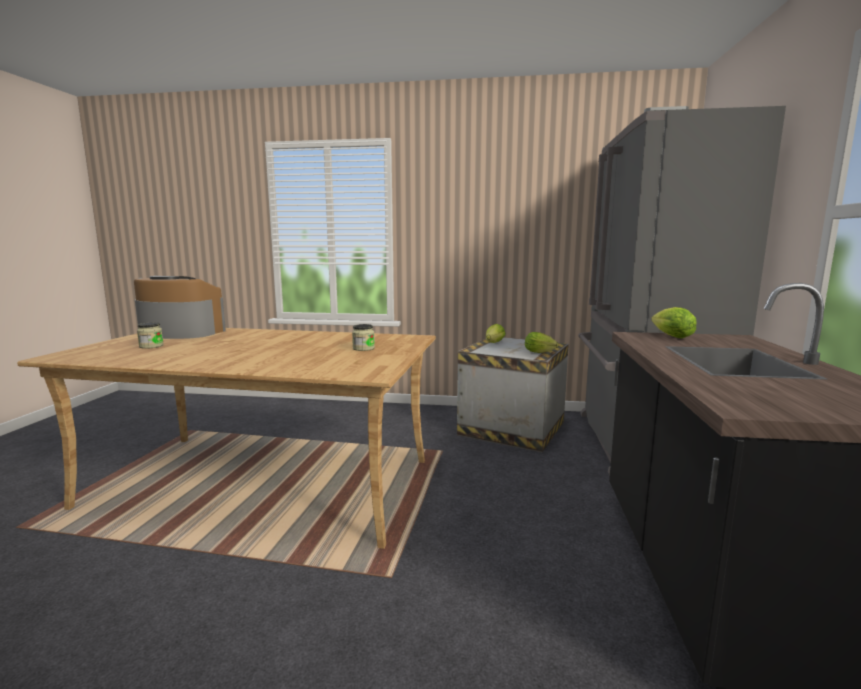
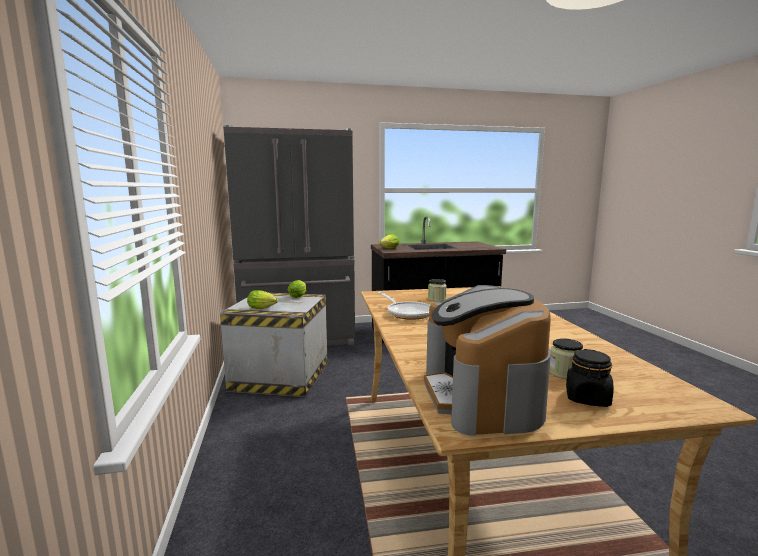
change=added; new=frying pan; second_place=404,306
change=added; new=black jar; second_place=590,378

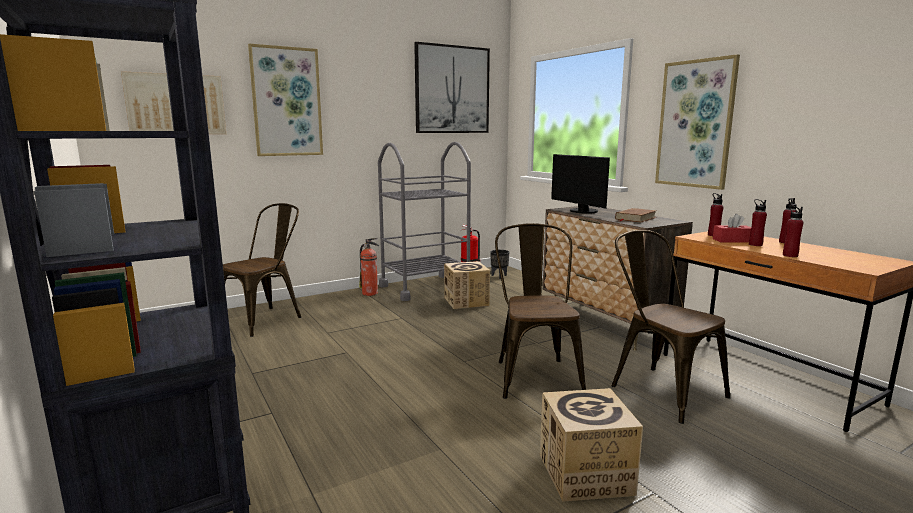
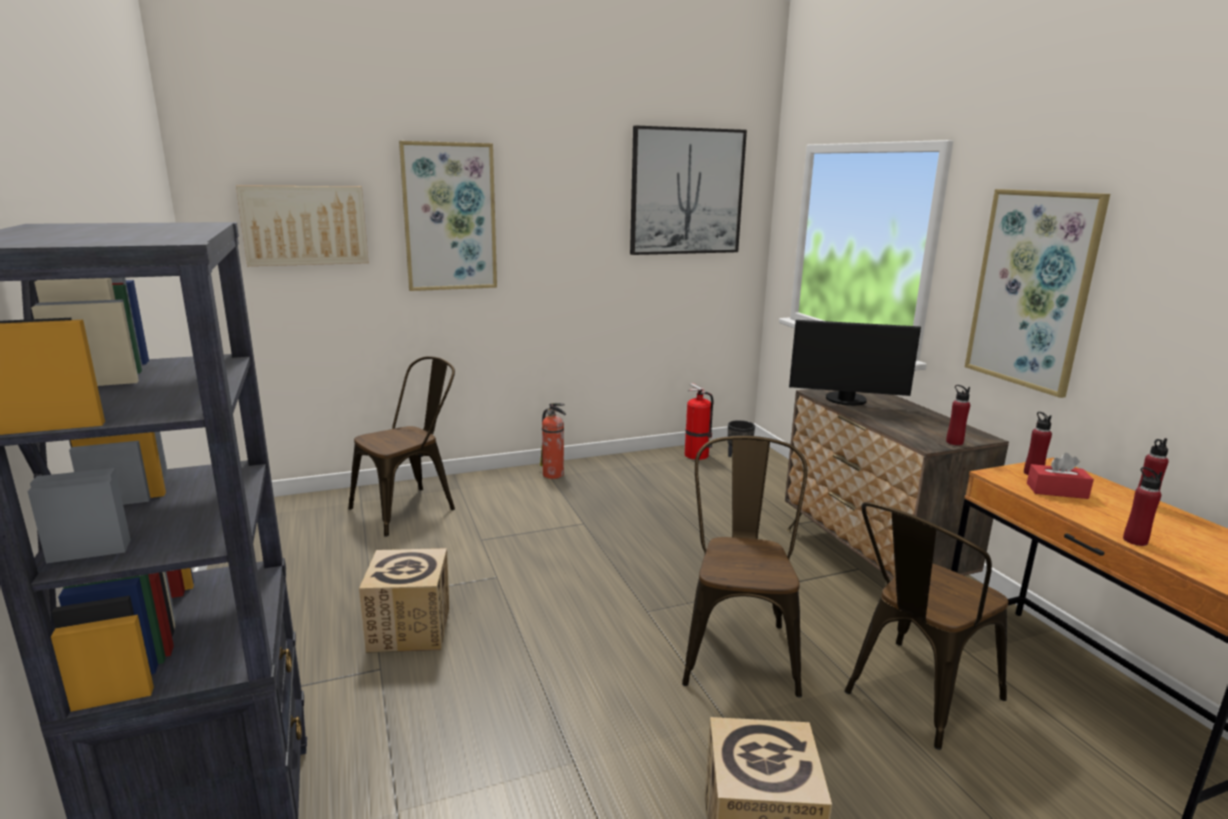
change=removed; old=grey cart; first_place=424,221
change=turned; old=monitor; first_place=580,184; second_place=855,363; degrees=-60
change=moved; old=red bottle; first_place=758,222; second_place=958,415
change=removed; old=brown book; first_place=636,215
change=turned; old=brown chair; first_place=671,327; second_place=926,626; degrees=-105
change=moved; old=cardboard box; first_place=467,285; second_place=404,600

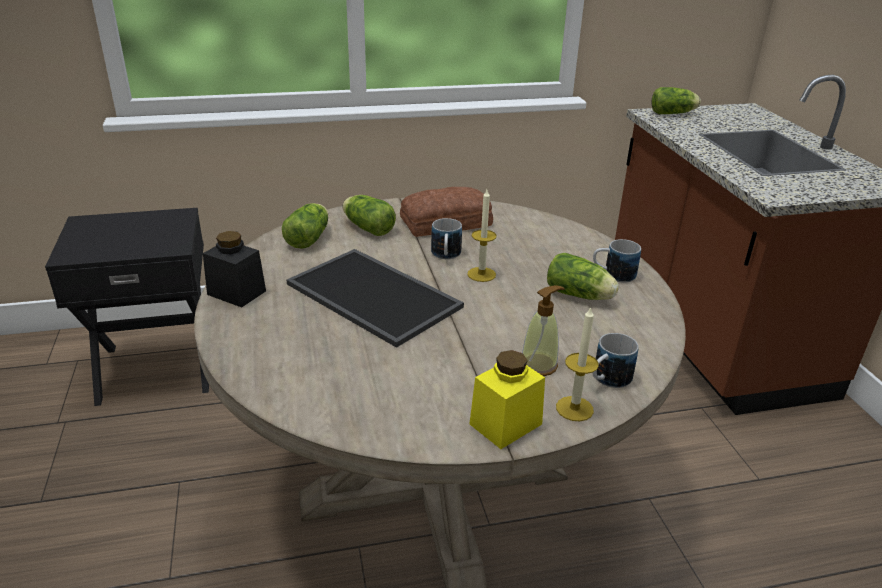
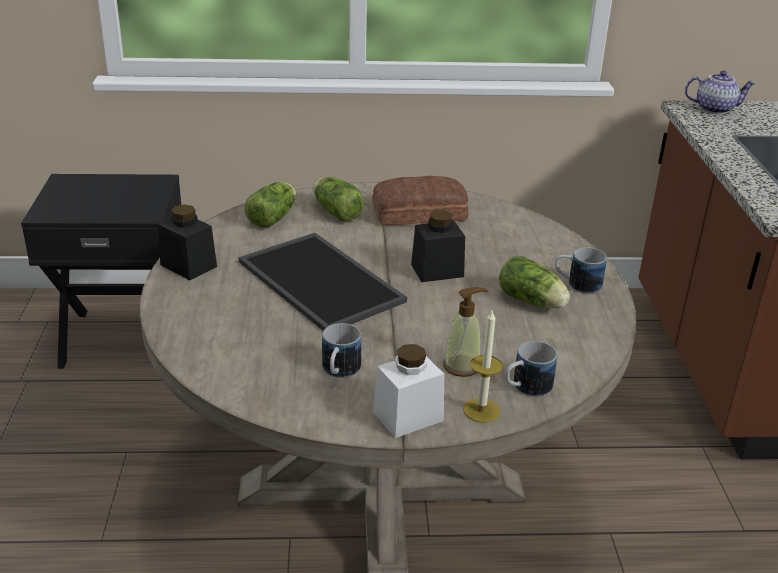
change=replaced; old=lettuce; new=teapot; first_place=676,100; second_place=720,92
change=replaced; old=candle; new=black jar; first_place=482,236; second_place=438,246
change=moved; old=mug; first_place=446,238; second_place=341,350
change=recoloured; old=yellow jar; new=white jar; first_place=507,399; second_place=408,391

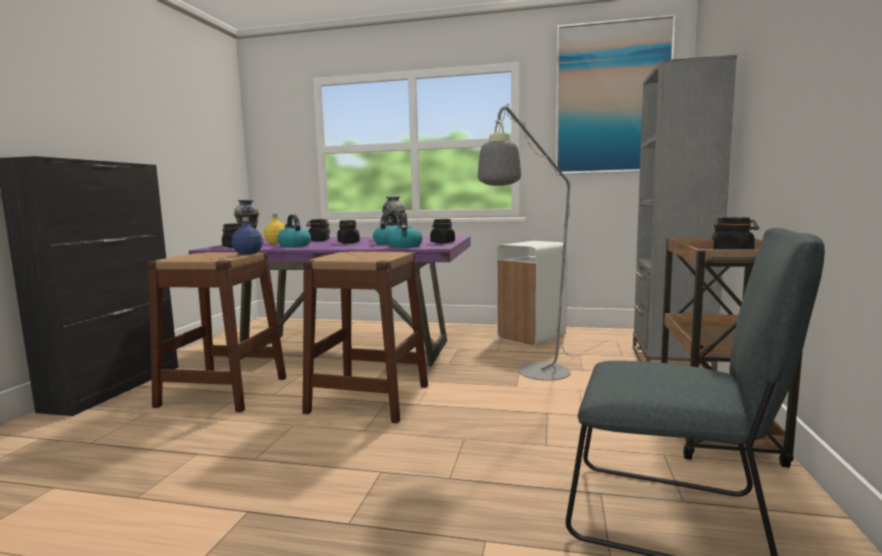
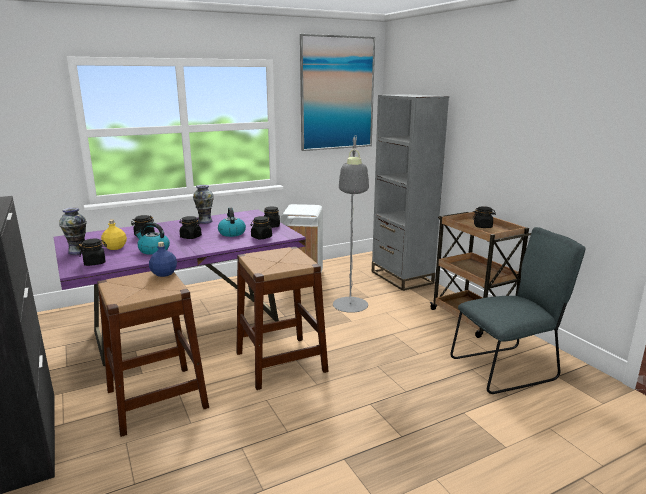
change=replaced; old=kettle; new=black jar; first_place=404,230; second_place=261,227

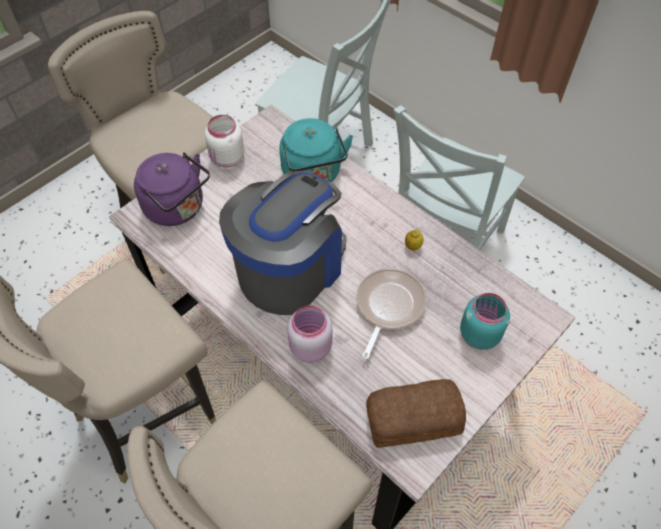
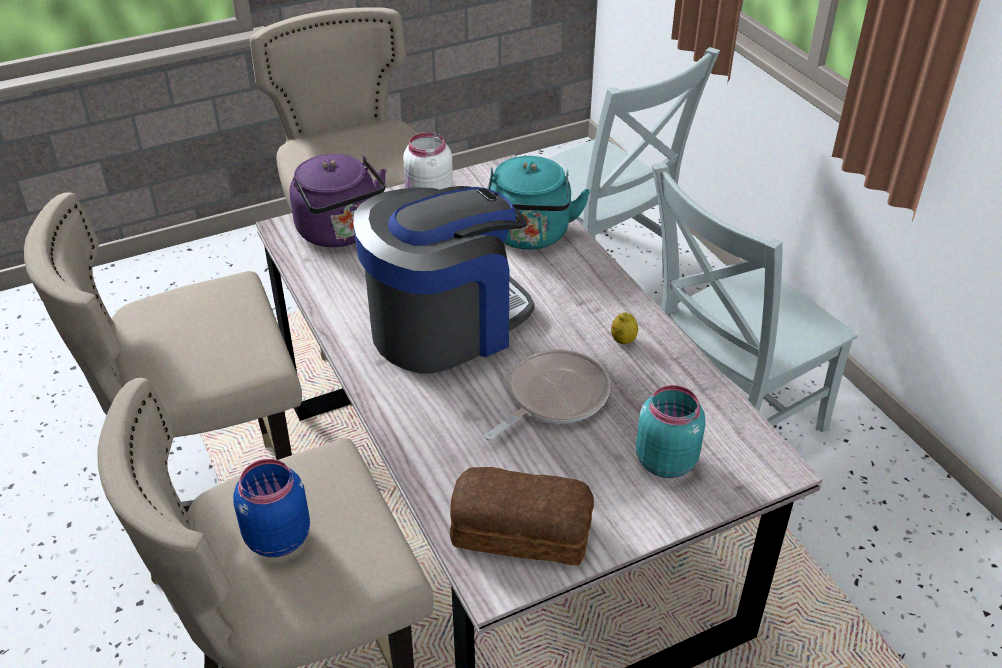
change=removed; old=pink jar; first_place=309,334
change=added; new=blue jar; second_place=271,508

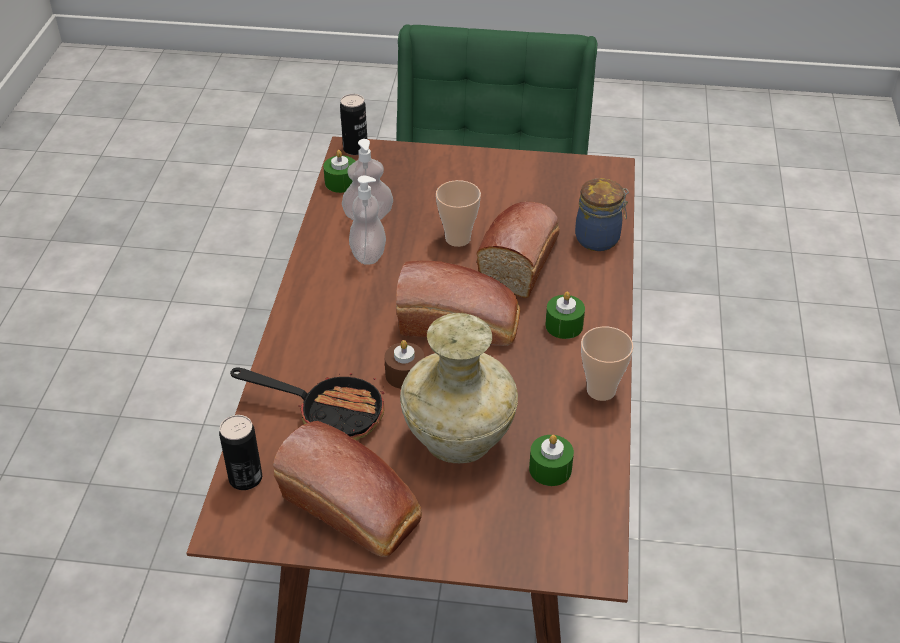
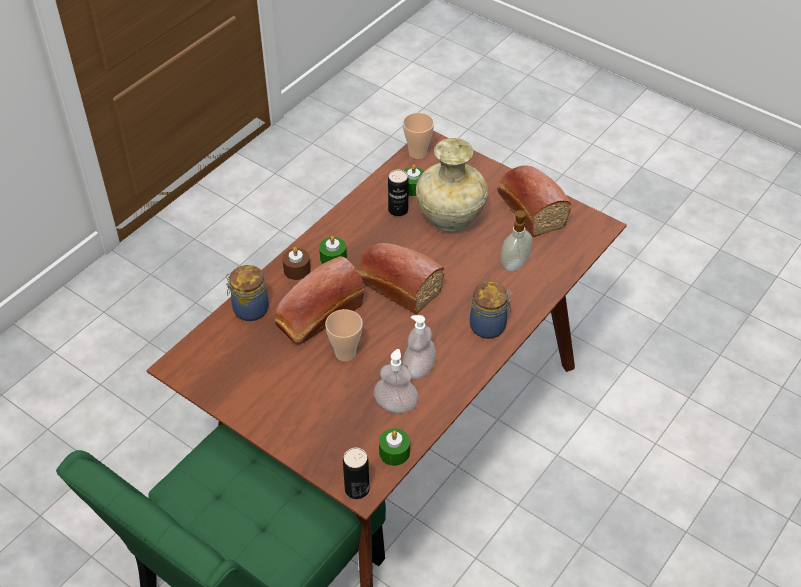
change=moved; old=cup; first_place=607,363; second_place=418,136
change=moved; old=brown candle; first_place=404,364; second_place=296,263
change=replaced; old=frying pan; new=soap dispenser; first_place=307,403; second_place=517,240
change=moved; old=can; first_place=240,452; second_place=398,193
change=added; new=jar; second_place=491,310

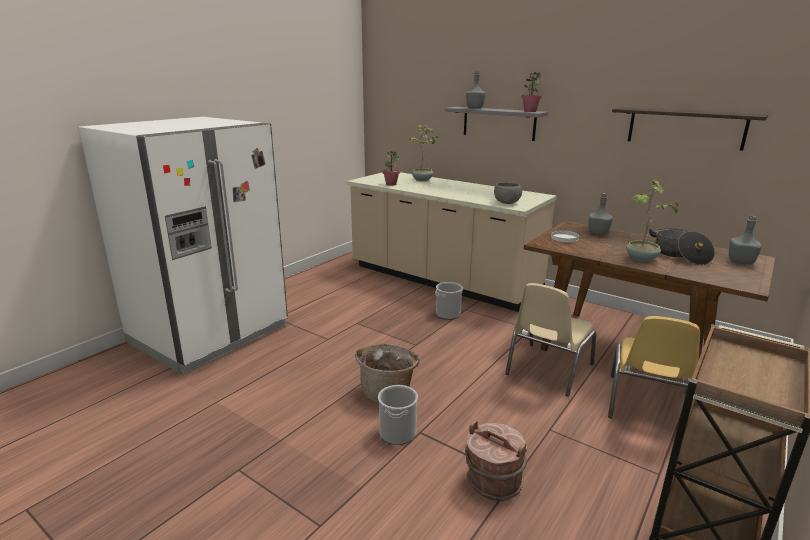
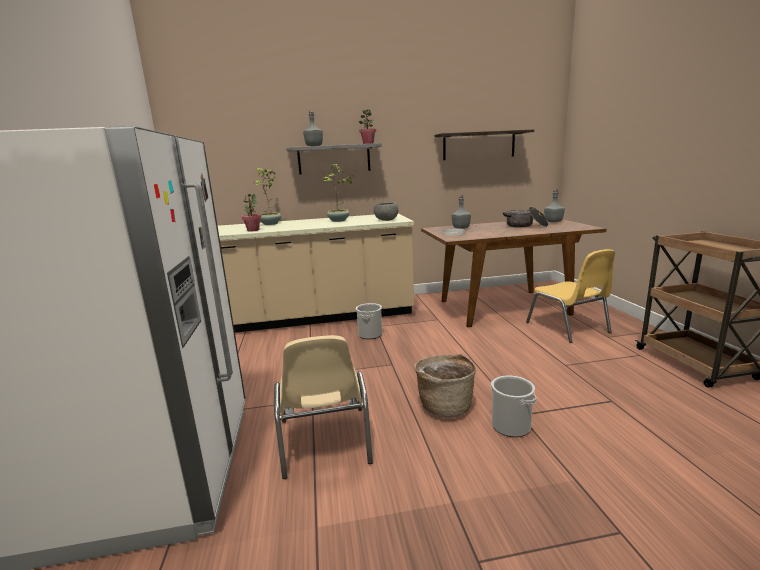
change=moved; old=potted plant; first_place=652,220; second_place=338,193
change=moved; old=beige chair; first_place=550,340; second_place=323,407
change=removed; old=brown bucket; first_place=496,460

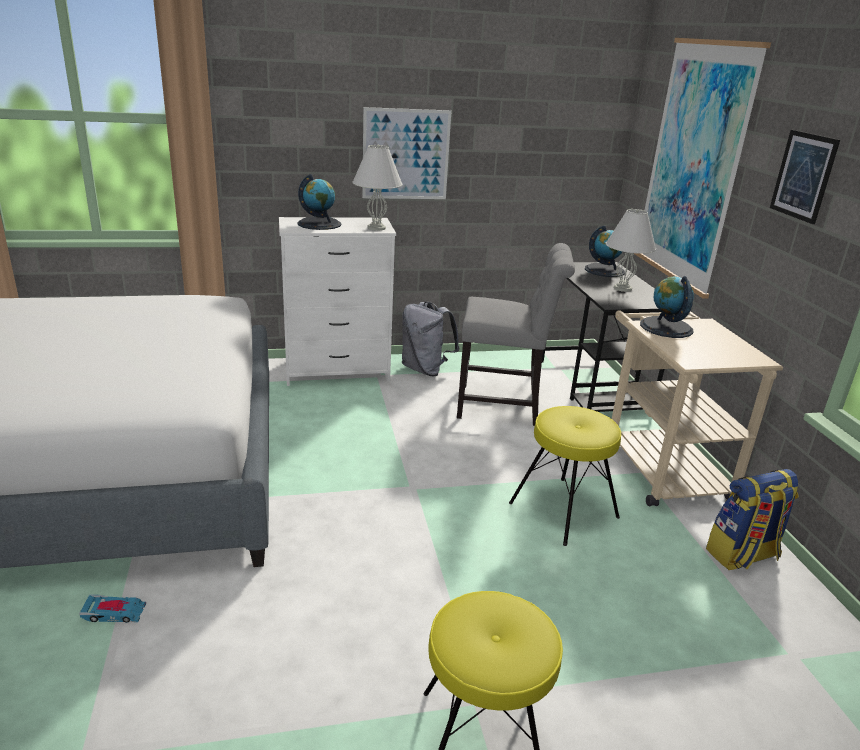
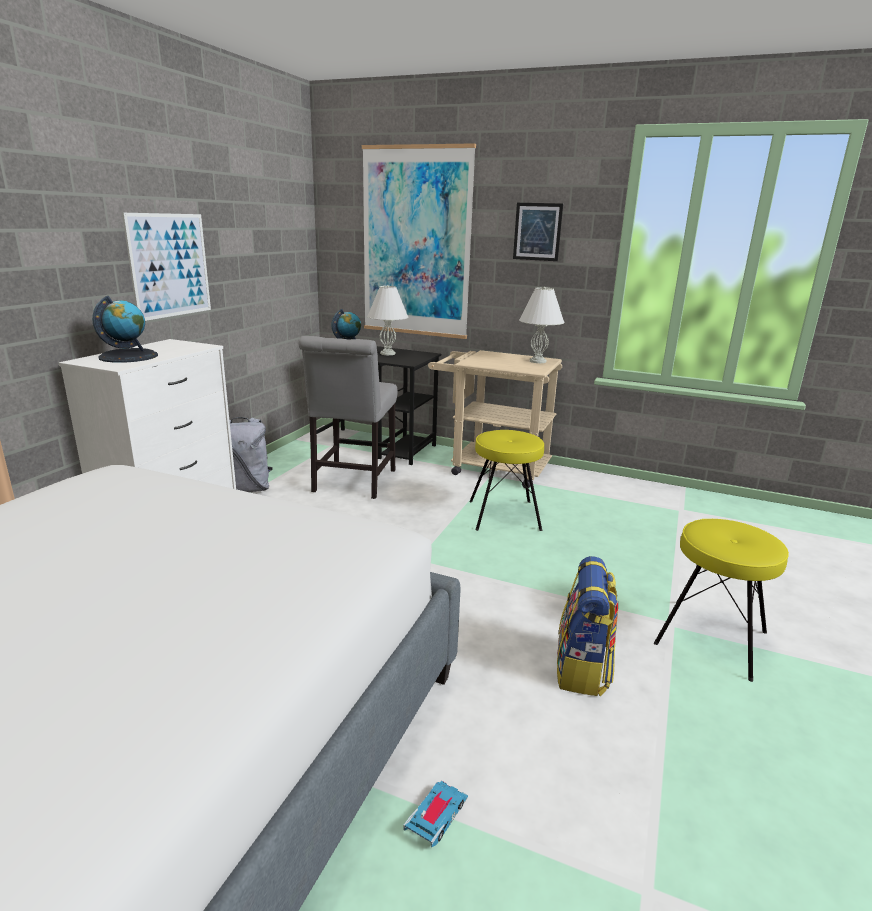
change=moved; old=white table lamp; first_place=377,188; second_place=541,325
change=turned; old=grey chair; first_place=516,334; second_place=348,417; degrees=150
change=removed; old=globe; first_place=667,307
change=moved; old=backpack; first_place=752,519; second_place=587,626

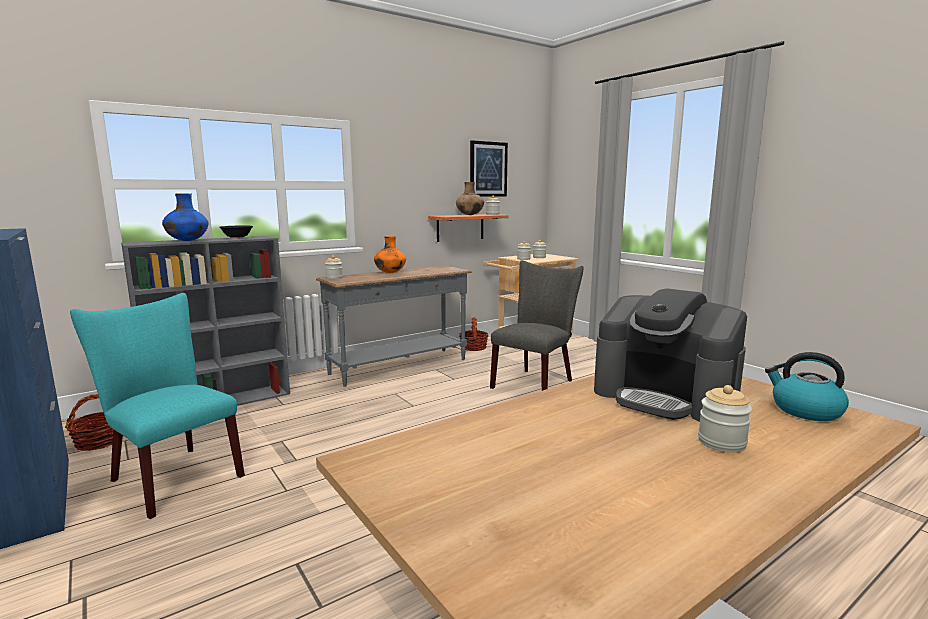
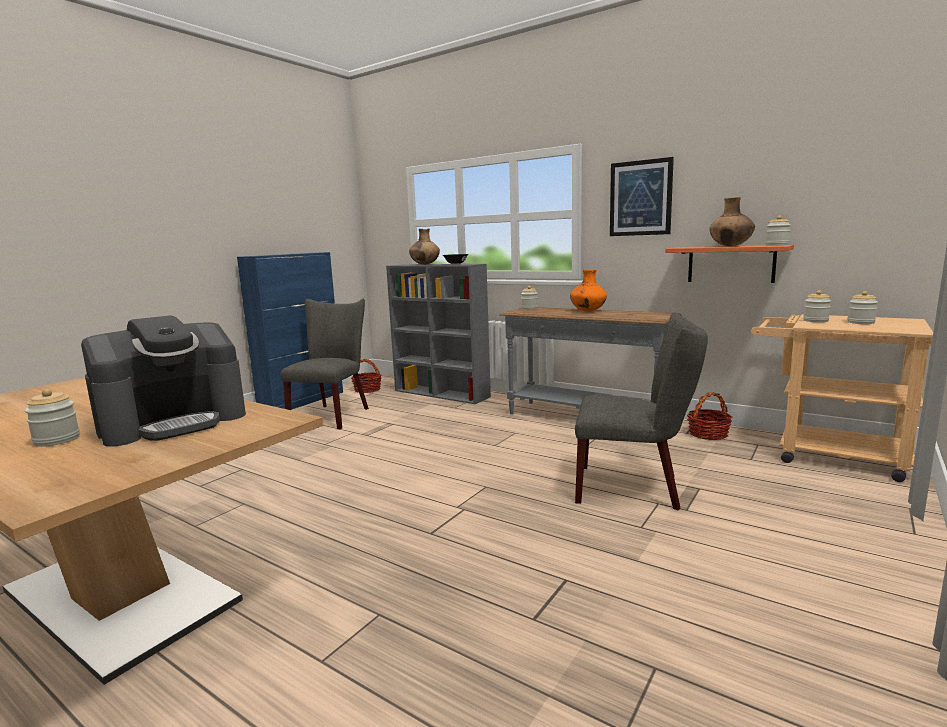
change=moved; old=picture; first_place=489,168; second_place=642,196
change=recoloured; old=blue vase; new=brown vase; first_place=185,217; second_place=424,247
change=turned; old=coffee machine; first_place=670,355; second_place=163,381; degrees=-150
change=recoloured; old=turquoise chair; new=grey chair; first_place=157,406; second_place=324,364
change=removed; old=kettle; first_place=807,386

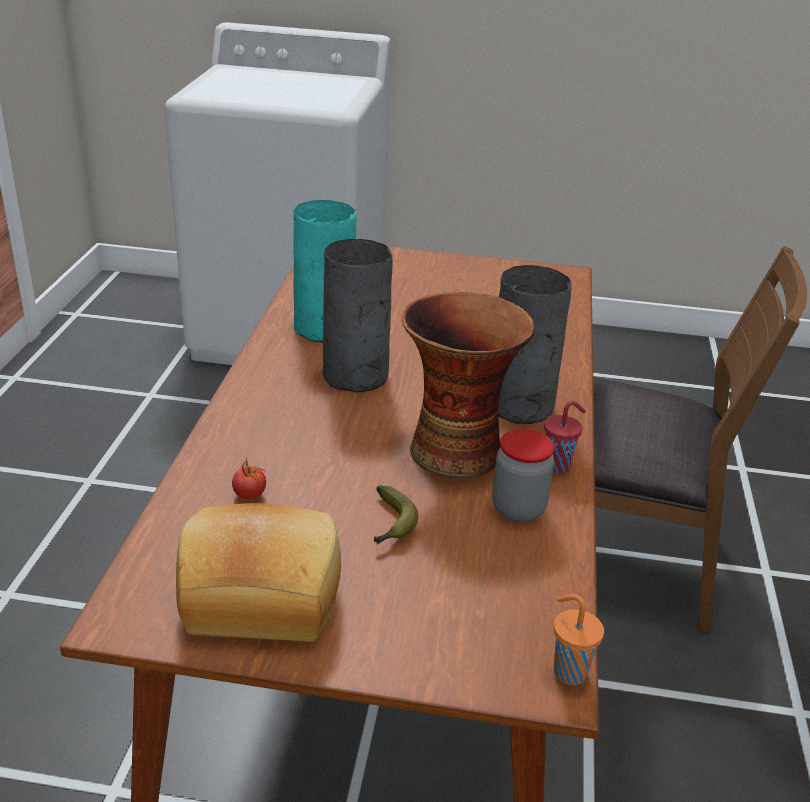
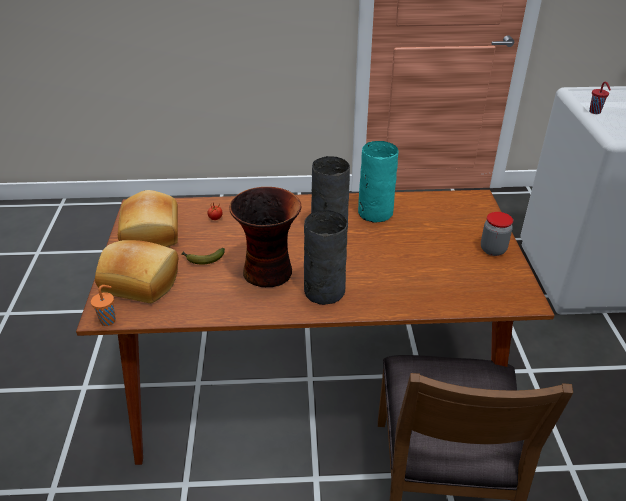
change=moved; old=red cup; first_place=565,437; second_place=600,97
change=moved; old=jar; first_place=523,475; second_place=497,234
change=added; new=bread; second_place=136,271

